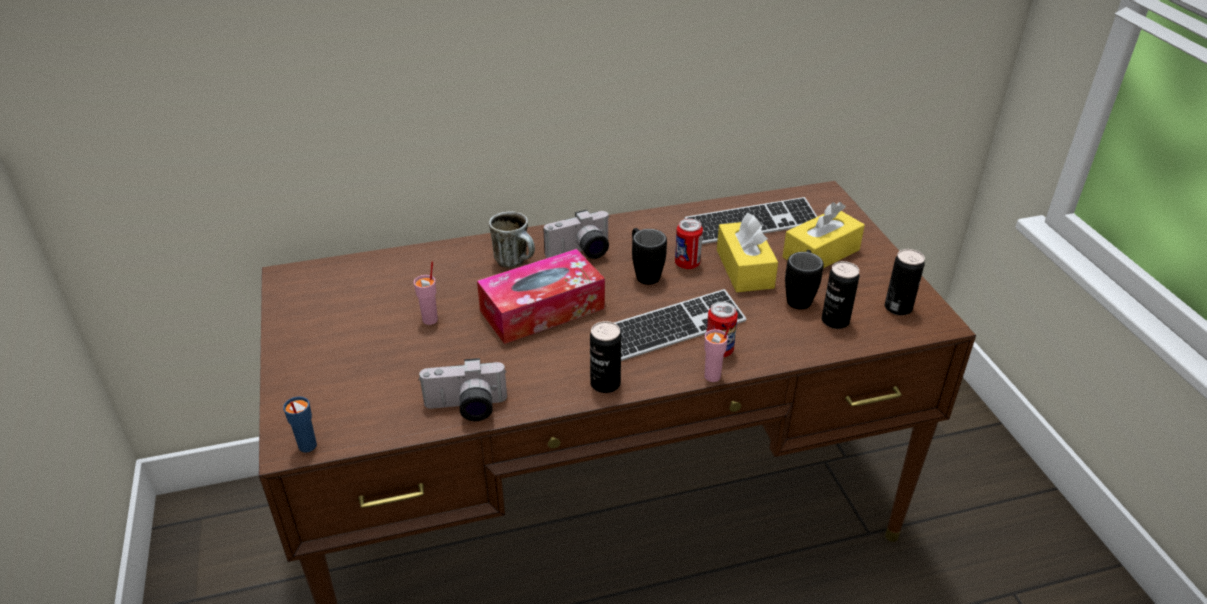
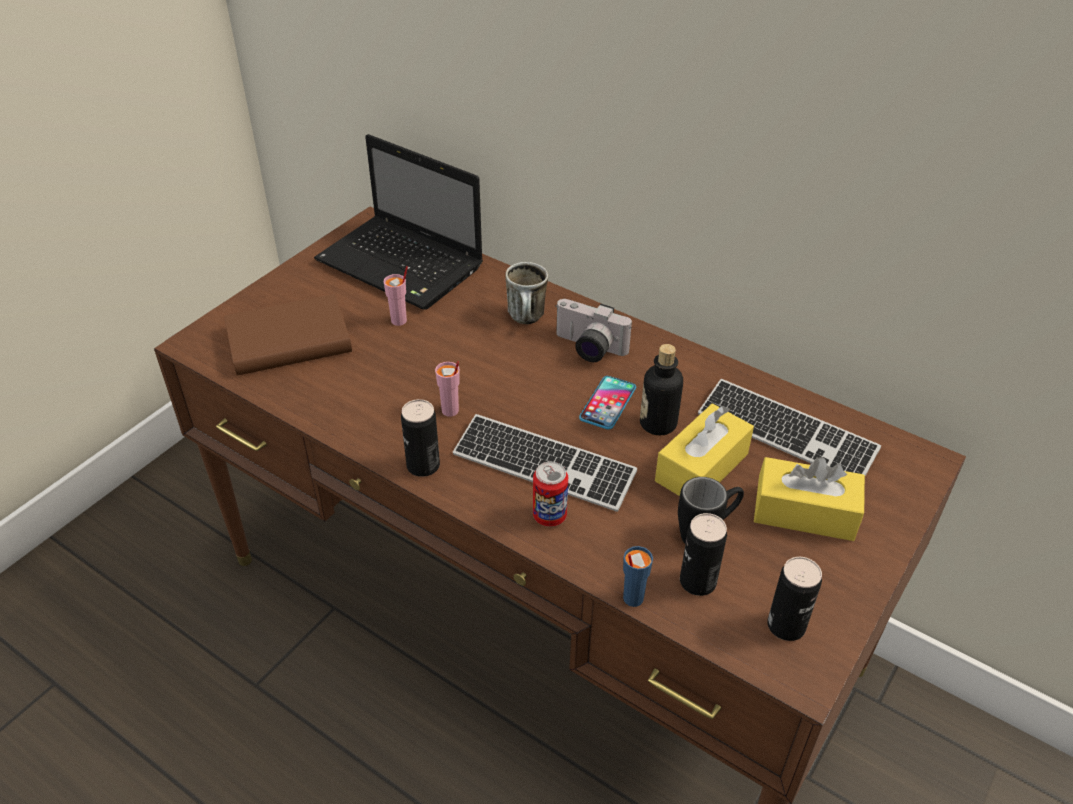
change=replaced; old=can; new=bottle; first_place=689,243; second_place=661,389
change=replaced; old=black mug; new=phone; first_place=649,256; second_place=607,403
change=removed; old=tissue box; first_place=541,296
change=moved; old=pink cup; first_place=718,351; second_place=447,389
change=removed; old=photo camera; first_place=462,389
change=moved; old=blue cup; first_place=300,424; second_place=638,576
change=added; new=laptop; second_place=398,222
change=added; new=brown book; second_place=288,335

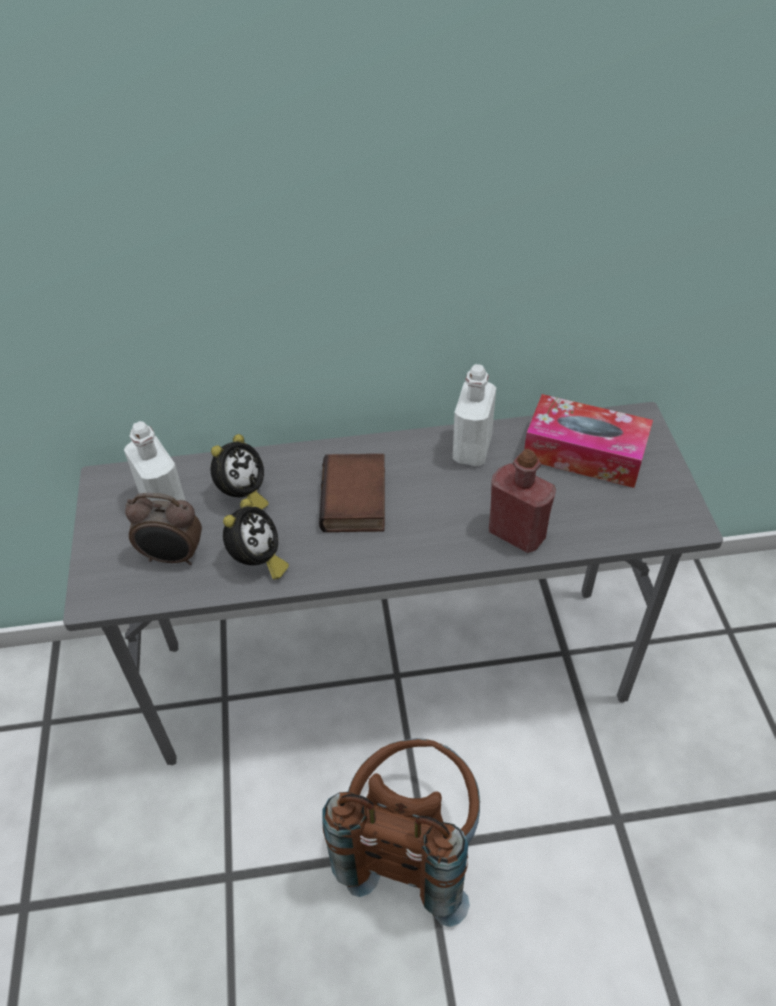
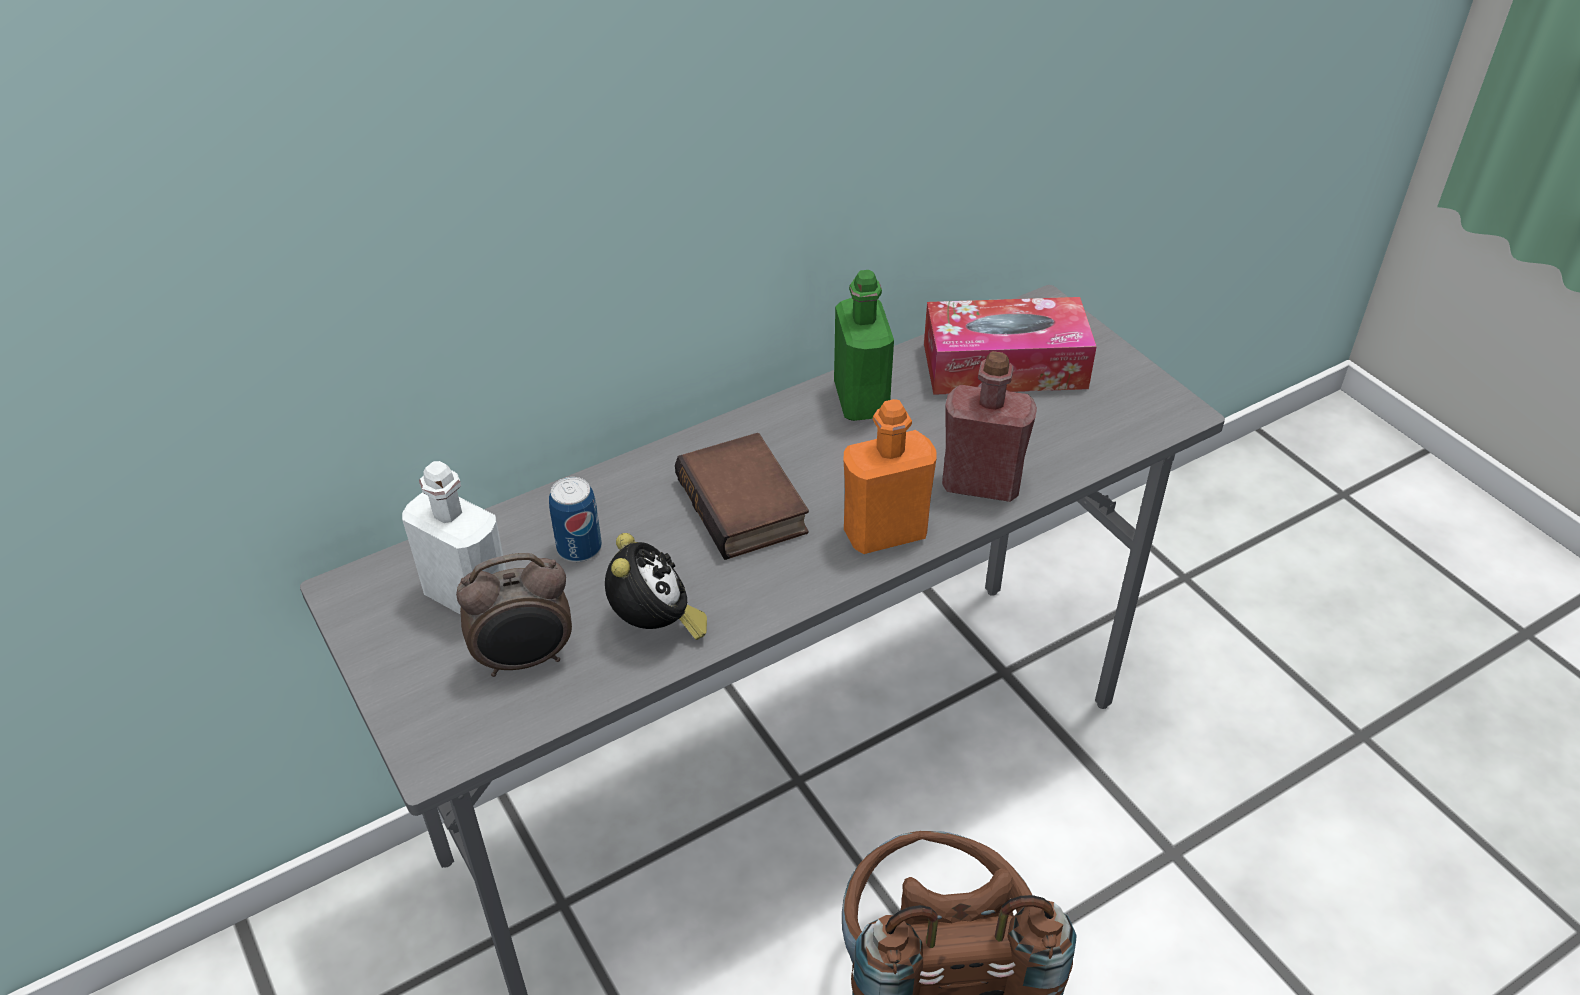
change=recoloured; old=white bottle; new=green bottle; first_place=474,415; second_place=864,345
change=replaced; old=alarm clock; new=can; first_place=239,471; second_place=575,519
change=added; new=orange bottle; second_place=890,476

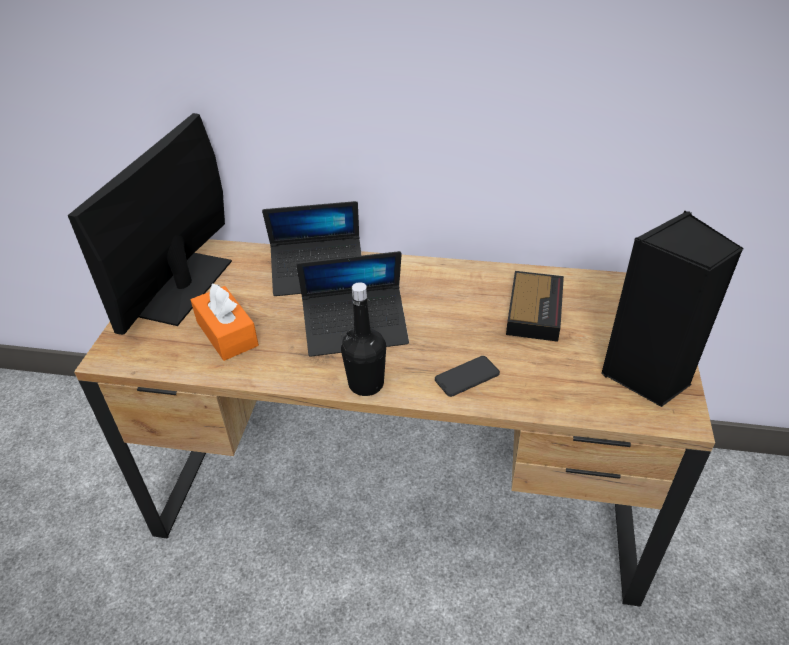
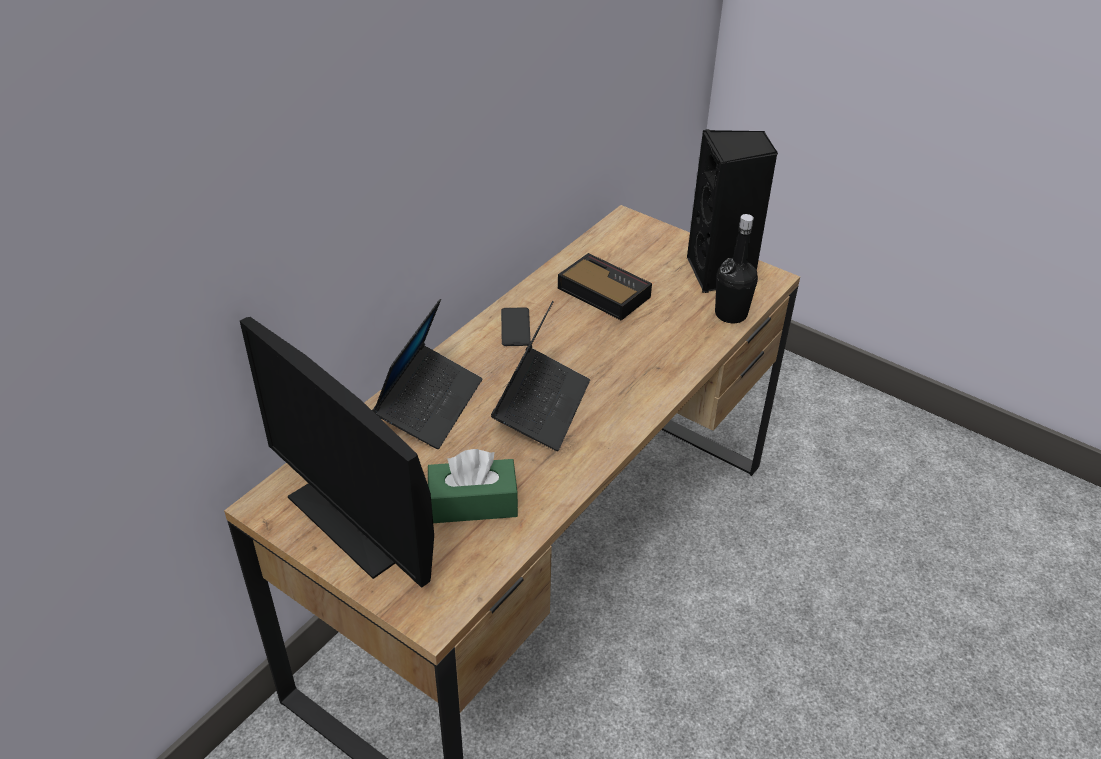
change=moved; old=black bottle; first_place=363,339; second_place=736,268
change=recoloured; old=orange tissue box; new=green tissue box; first_place=225,322; second_place=473,486
change=moved; old=phone; first_place=467,376; second_place=516,327

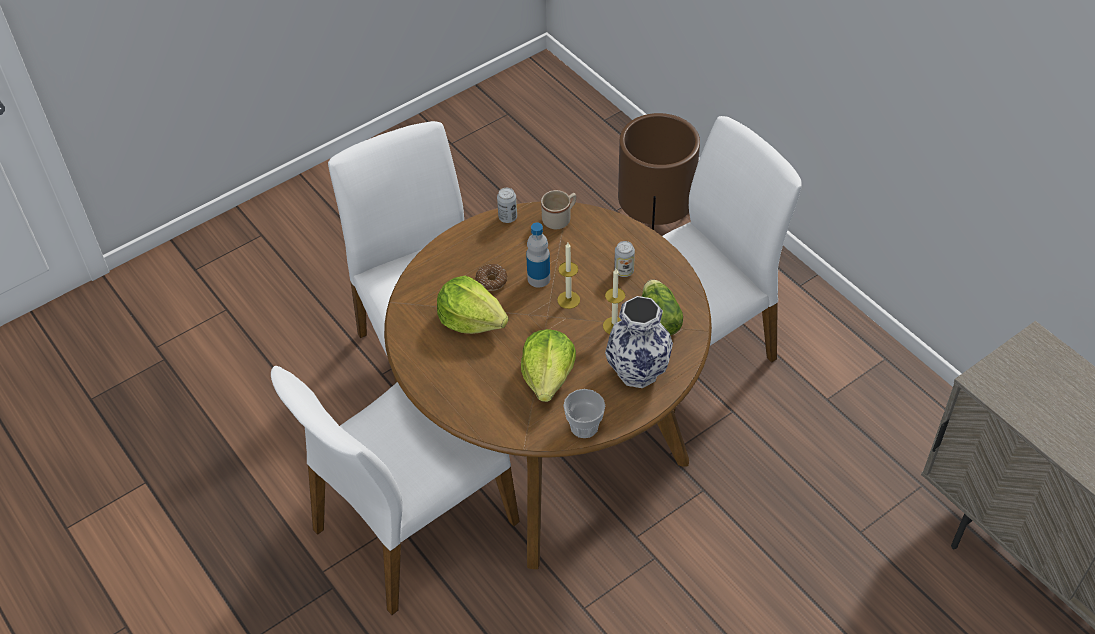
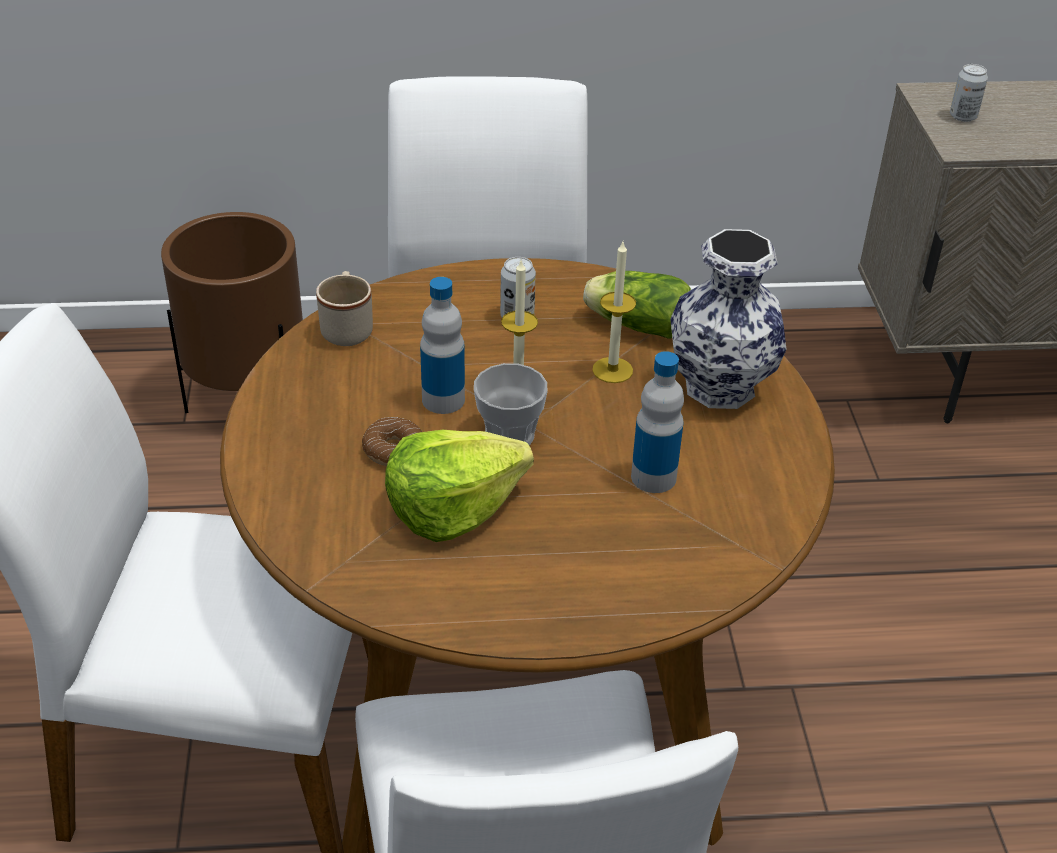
change=moved; old=can; first_place=507,205; second_place=969,93
change=replaced; old=lettuce; new=bottle; first_place=548,365; second_place=657,422
change=moved; old=cup; first_place=584,413; second_place=511,404

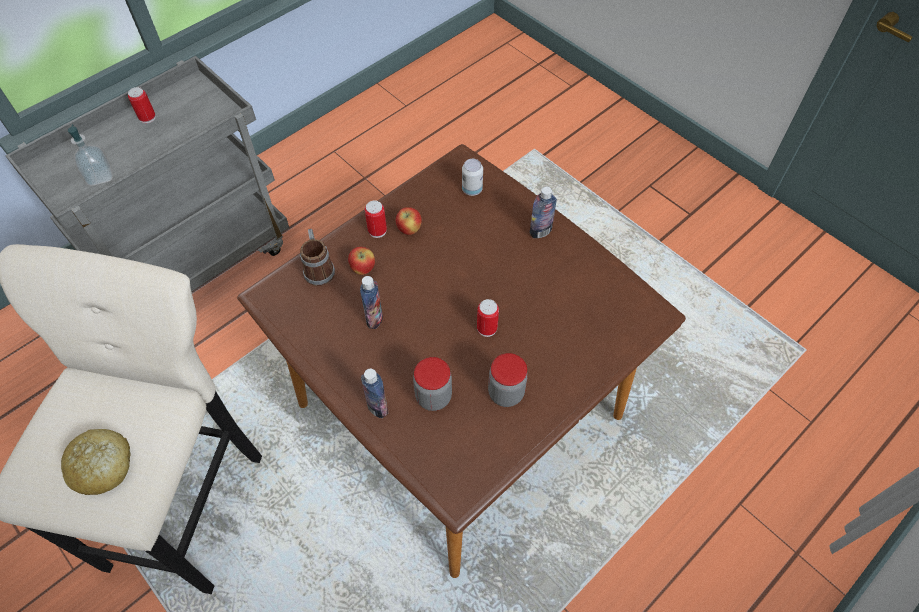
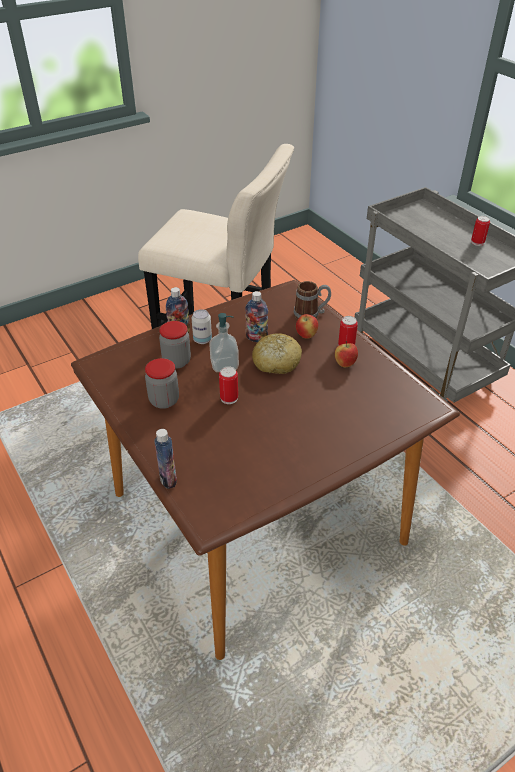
change=moved; old=soap dispenser; first_place=90,155; second_place=224,342
change=moved; old=can; first_place=472,177; second_place=202,326
change=moved; old=bottle; first_place=543,212; second_place=165,459
change=moved; old=bread; first_place=96,462; second_place=277,354

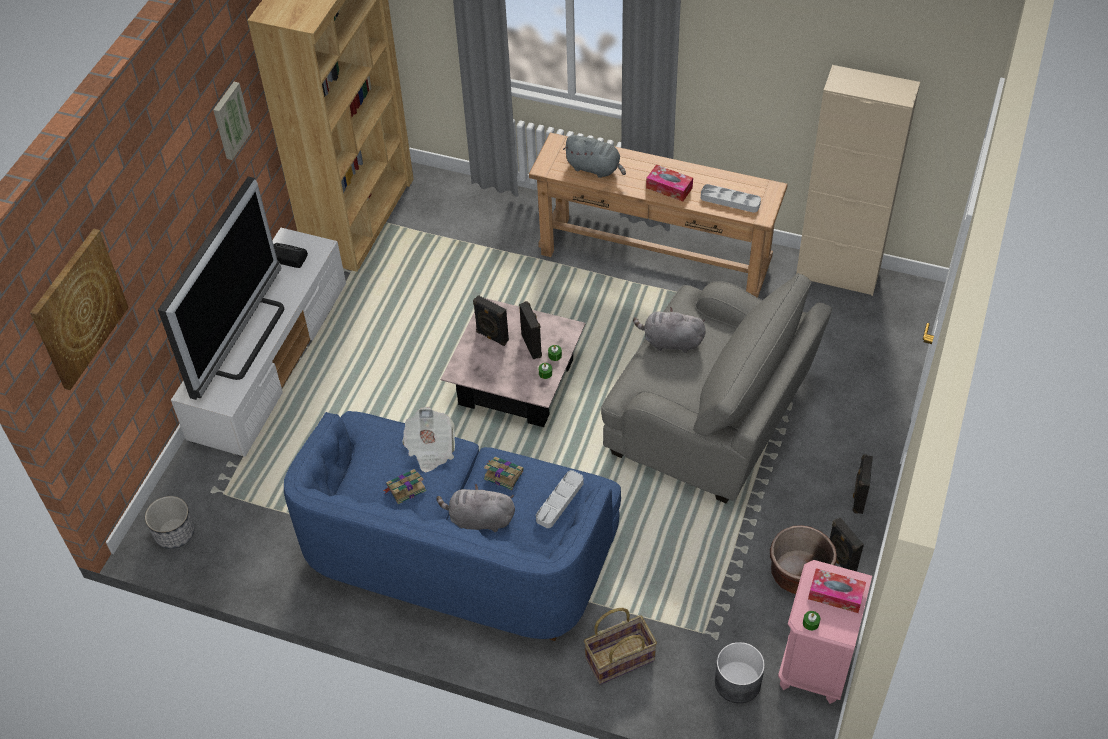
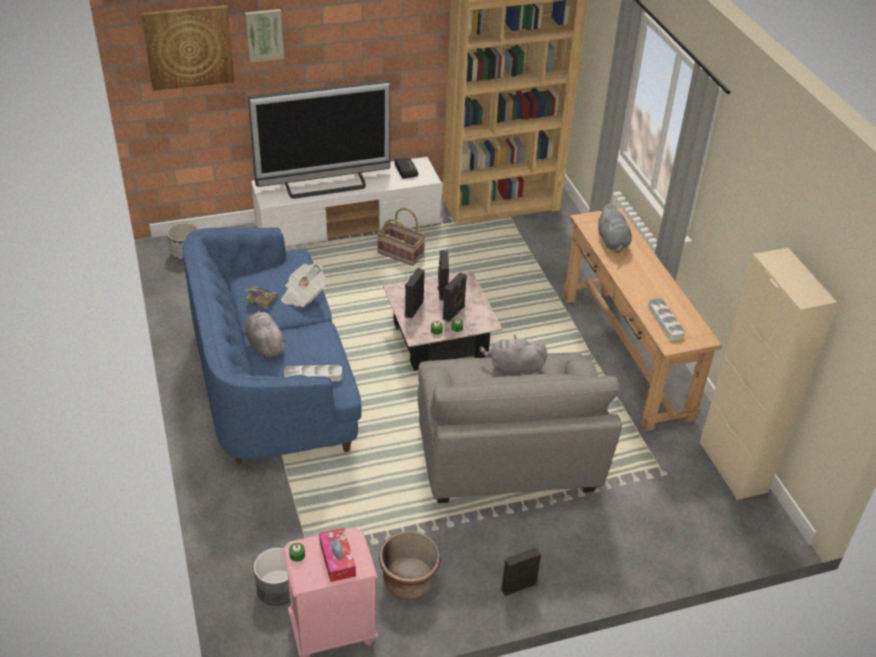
change=moved; old=picture; first_place=232,121; second_place=264,36
change=removed; old=tissue box; first_place=669,183
change=turned; old=grey plush toy; first_place=669,330; second_place=513,355; degrees=-60
change=removed; old=book; first_place=504,473
change=moved; old=black speaker; first_place=847,544; second_place=415,293
change=moved; old=basket; first_place=620,646; second_place=401,237

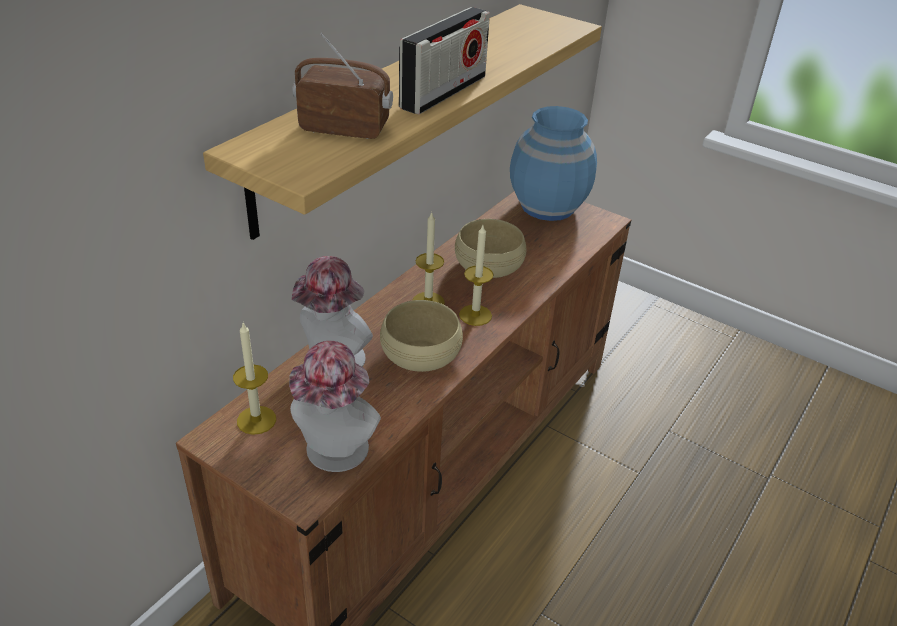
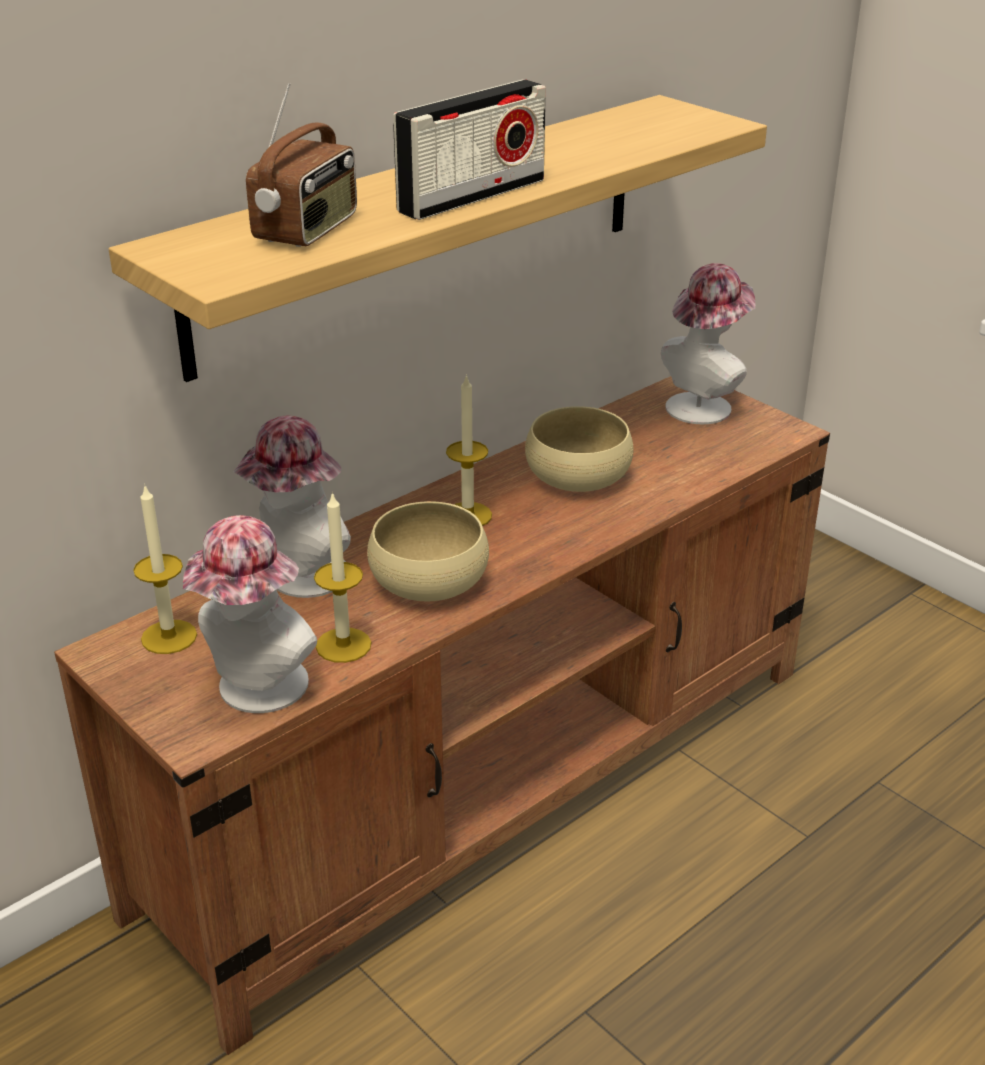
change=turned; old=radio; first_place=343,86; second_place=301,165; degrees=90
change=replaced; old=blue vase; new=hat; first_place=553,163; second_place=708,343
change=moved; old=candle; first_place=476,275; second_place=342,577

